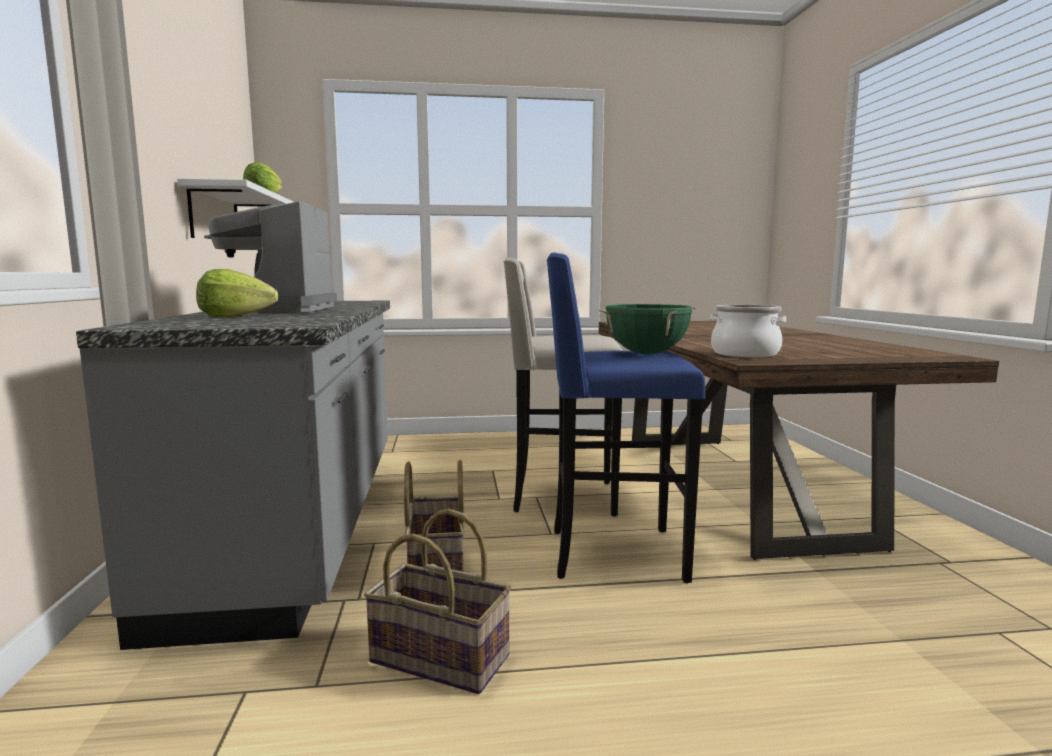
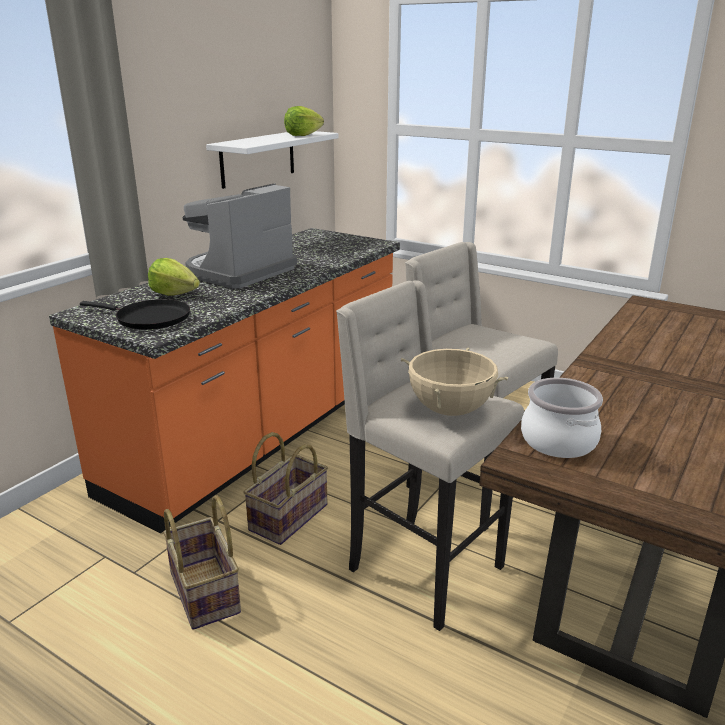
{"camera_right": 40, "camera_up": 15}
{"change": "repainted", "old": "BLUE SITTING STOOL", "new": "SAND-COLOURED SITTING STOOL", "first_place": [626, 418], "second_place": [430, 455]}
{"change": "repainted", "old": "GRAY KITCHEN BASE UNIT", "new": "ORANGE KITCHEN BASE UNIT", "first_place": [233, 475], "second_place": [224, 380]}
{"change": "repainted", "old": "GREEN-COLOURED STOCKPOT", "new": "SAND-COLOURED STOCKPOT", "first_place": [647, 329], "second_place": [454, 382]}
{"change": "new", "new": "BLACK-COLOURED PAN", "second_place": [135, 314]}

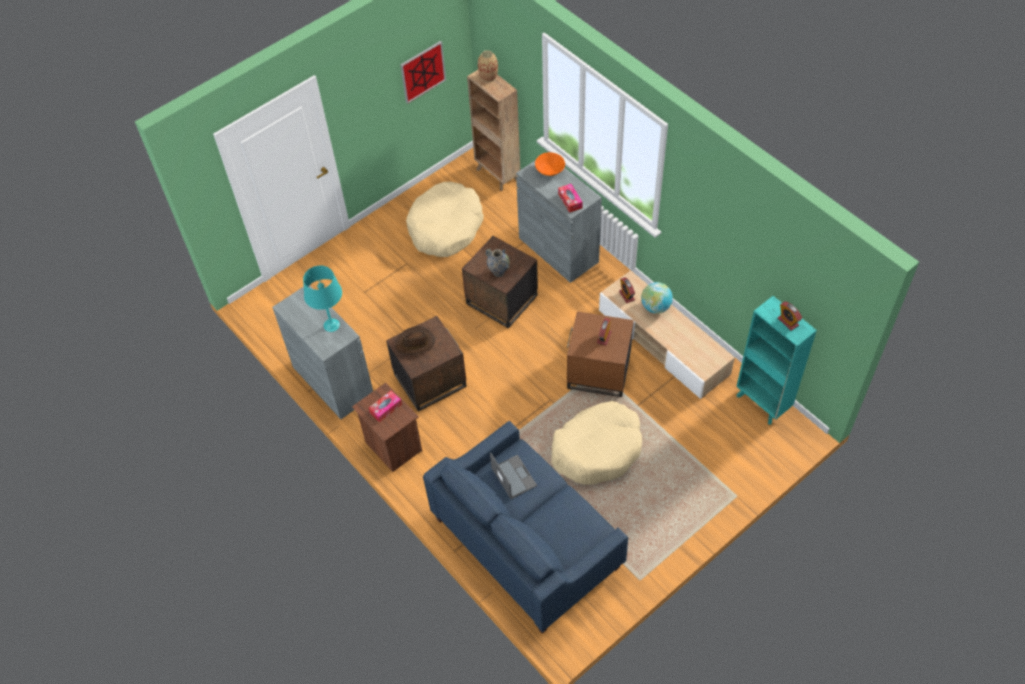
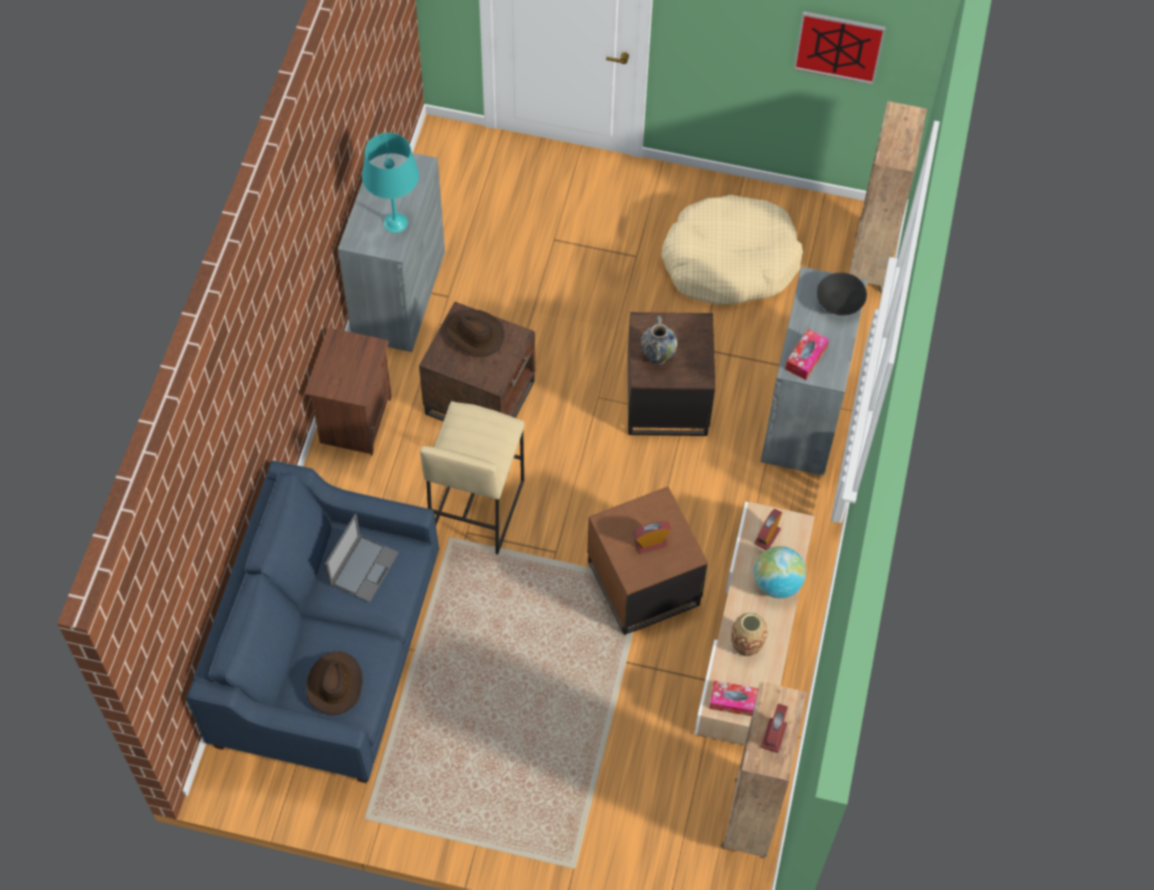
{"camera_right": 50, "camera_up": 5}
{"change": "shifted", "old": "DECORATIVE VASE", "first_place": [488, 66], "second_place": [749, 634]}
{"change": "repainted", "old": "ORANGE DEEP DISH", "new": "BLACK-COLOURED DEEP DISH", "first_place": [550, 164], "second_place": [842, 294]}
{"change": "repainted", "old": "TURQUOISE BOOKCASE", "new": "BROWN BOOKCASE", "first_place": [776, 360], "second_place": [763, 770]}
{"change": "shifted", "old": "TISSUE HOLDER", "first_place": [385, 406], "second_place": [733, 698]}
{"change": "gone", "old": "SAND-COLOURED PET BED", "first_place": [596, 443]}
{"change": "new", "new": "SAND-COLOURED SITTING STOOL", "second_place": [472, 478]}
{"change": "new", "new": "BROWN CLOTHING HAT", "second_place": [334, 683]}

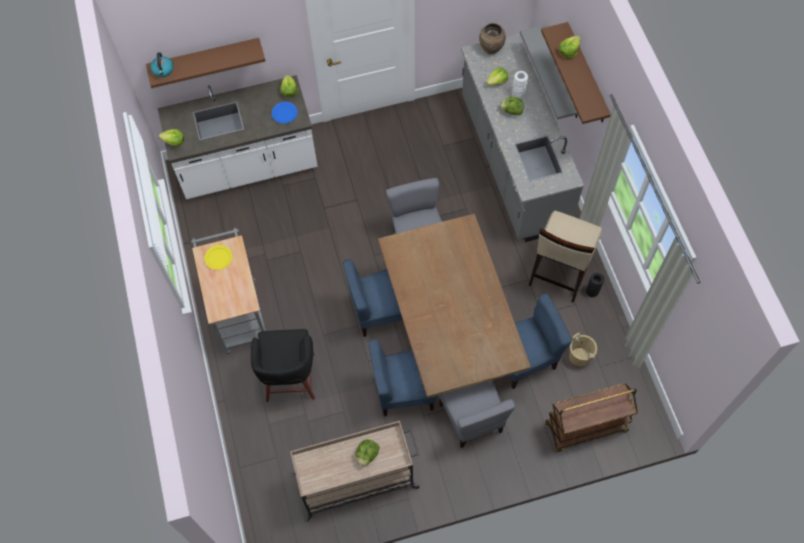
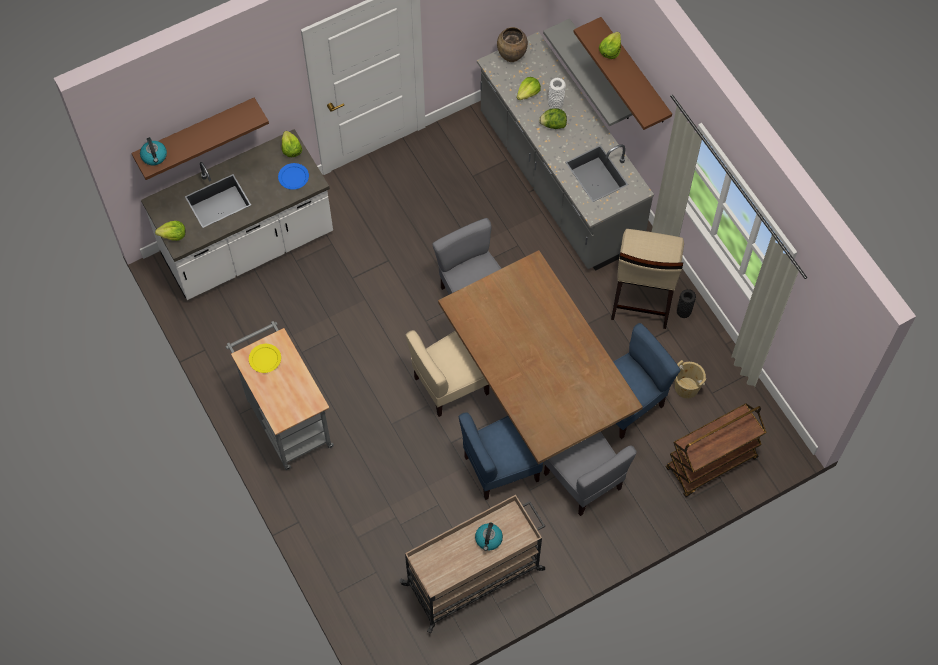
{"camera_right": -15, "camera_up": 0}
{"change": "repainted", "old": "BLUE CHAIR", "new": "SAND-COLOURED CHAIR", "first_place": [373, 298], "second_place": [447, 373]}
{"change": "gone", "old": "BLACK-COLOURED SITTING STOOL", "first_place": [283, 365]}
{"change": "swapped", "old": "LETTUCE HEAD", "new": "KETTLE", "first_place": [368, 453], "second_place": [489, 536]}

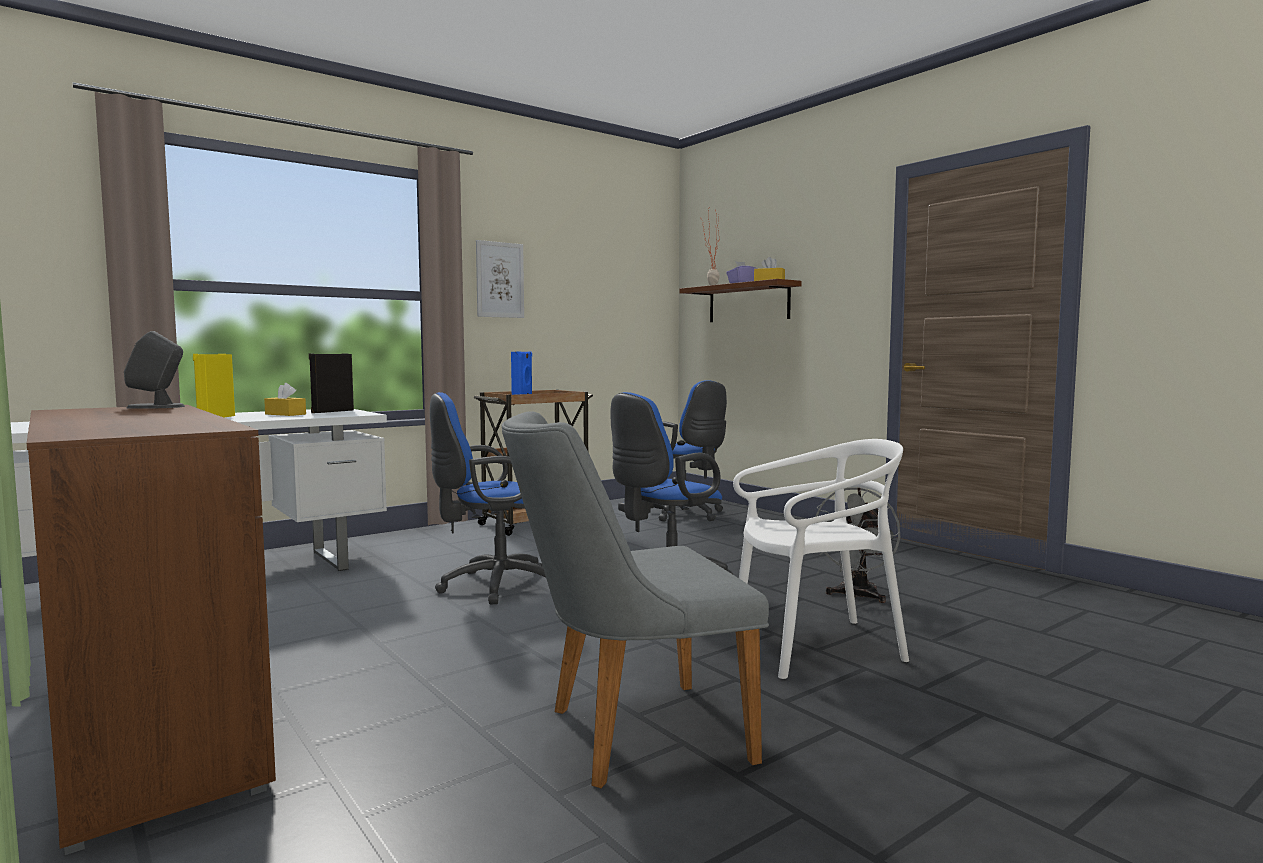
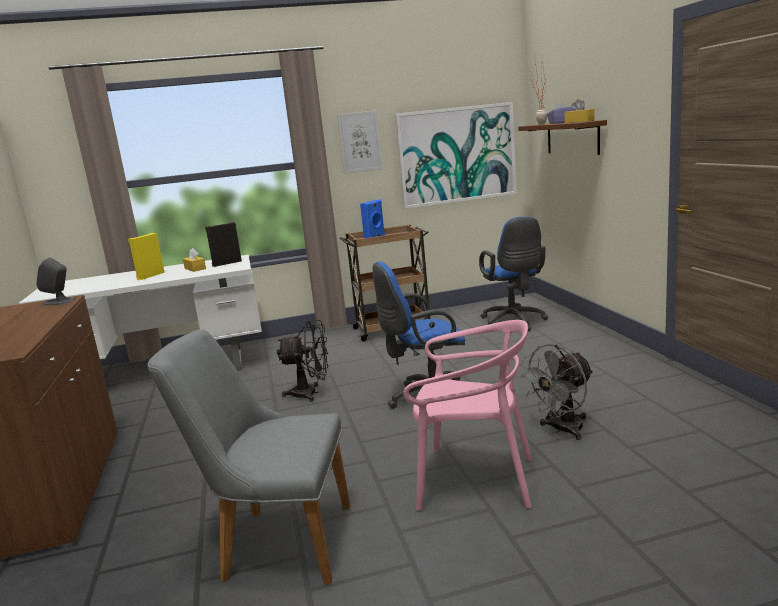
{"camera_right": 25, "camera_up": 10}
{"change": "swapped", "old": "BLUE DESK CHAIR", "new": "BLACK-COLOURED FAN", "first_place": [488, 498], "second_place": [302, 361]}
{"change": "repainted", "old": "WHITE-COLOURED CHAIR", "new": "PINK CHAIR", "first_place": [821, 559], "second_place": [467, 415]}
{"change": "new", "new": "WALL PICTURE", "second_place": [456, 155]}

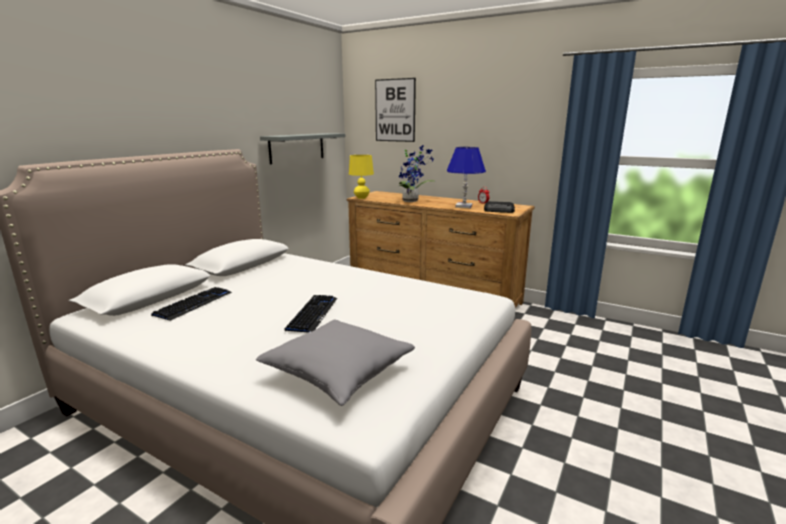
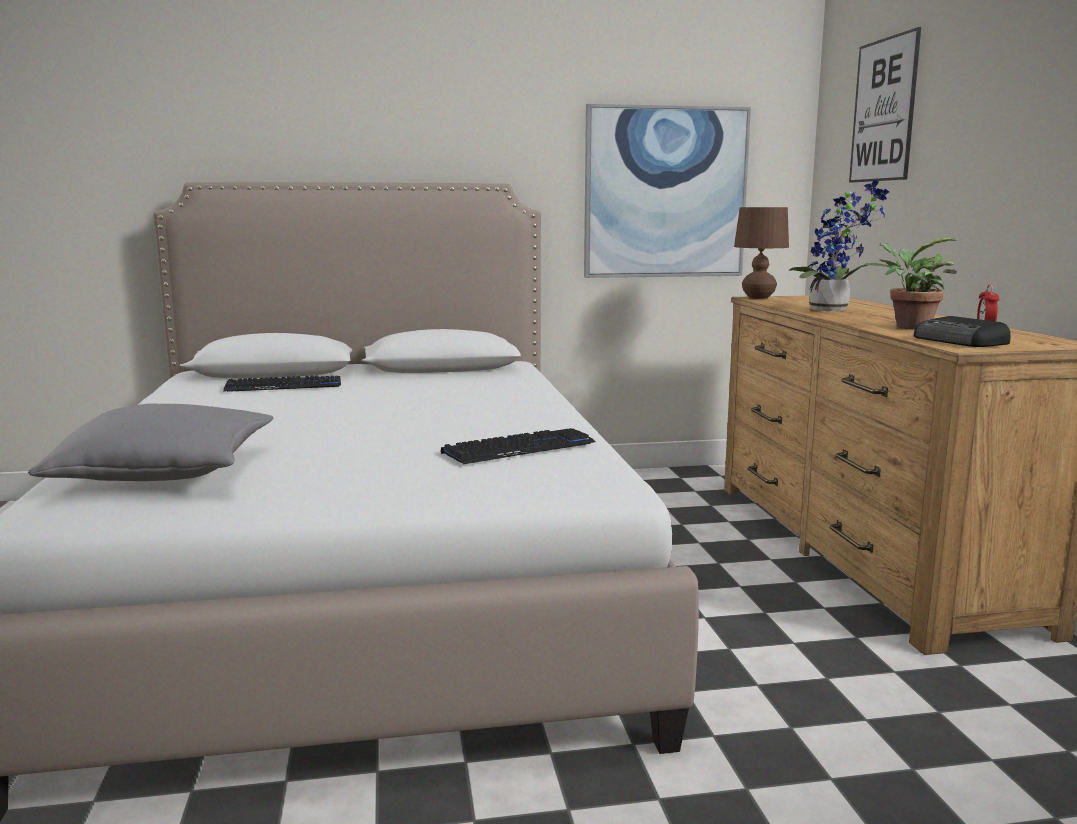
{"camera_right": 50, "camera_up": -5}
{"change": "swapped", "old": "GRAY BRACKET SHELF", "new": "WALL PICTURE", "first_place": [302, 148], "second_place": [667, 191]}
{"change": "swapped", "old": "BLUE LAMP FOR A TABLE", "new": "PLANT IN A POT", "first_place": [466, 177], "second_place": [919, 284]}
{"change": "repainted", "old": "YELLOW-COLOURED LAMP FOR A TABLE", "new": "BROWN LAMP FOR A TABLE", "first_place": [361, 177], "second_place": [761, 253]}
{"change": "shifted", "old": "COMPUTER KEYBOARD", "first_place": [310, 314], "second_place": [518, 446]}

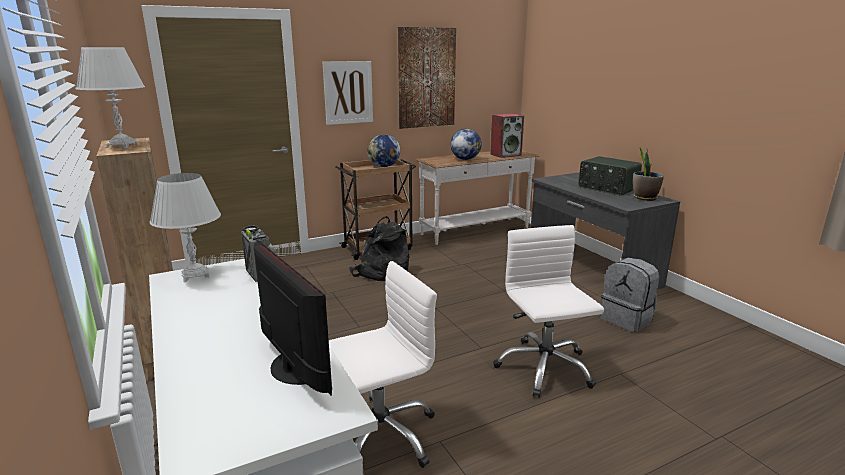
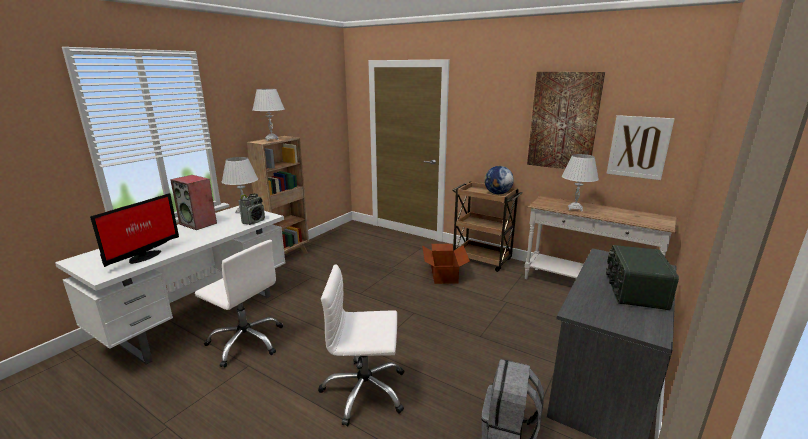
{"camera_right": 60, "camera_up": 0}
{"change": "shifted", "old": "WALL PICTURE", "first_place": [348, 93], "second_place": [640, 147]}
{"change": "shifted", "old": "LOUDSPEAKER", "first_place": [507, 135], "second_place": [193, 202]}
{"change": "swapped", "old": "GLOBE", "new": "WHITE-COLOURED LAMP FOR A TABLE", "first_place": [466, 144], "second_place": [580, 183]}
{"change": "gone", "old": "PLANT IN A POT", "first_place": [648, 174]}
{"change": "swapped", "old": "BLACK-COLOURED RUCKSACK", "new": "PACKING BOX", "first_place": [379, 248], "second_place": [446, 264]}
{"change": "rotated", "old": "WHITE-COLOURED DESK CHAIR", "first_place": [548, 311], "second_place": [361, 345], "degrees": -135}

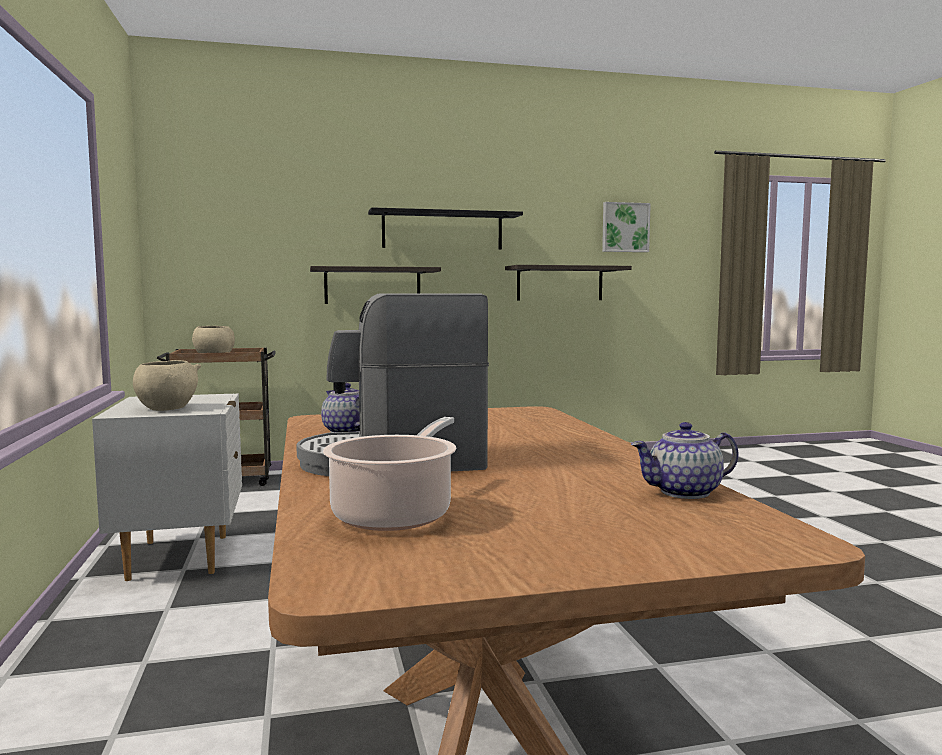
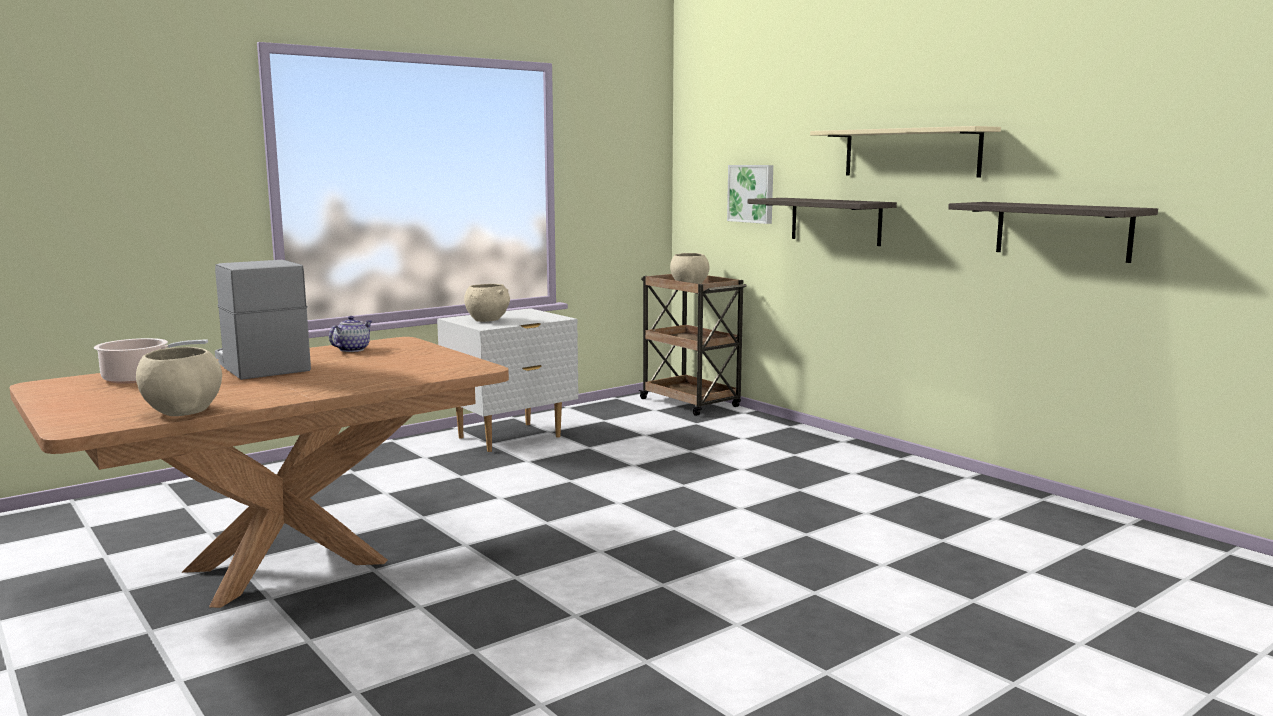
{"camera_right": 65, "camera_up": 5}
{"change": "shifted", "old": "WALL PICTURE", "first_place": [626, 227], "second_place": [750, 194]}
{"change": "repainted", "old": "BLACK-COLOURED BRACKET SHELF", "new": "SAND-COLOURED BRACKET SHELF", "first_place": [445, 228], "second_place": [905, 152]}
{"change": "swapped", "old": "POT FOR TEA", "new": "SAND-COLOURED DEEP DISH", "first_place": [684, 460], "second_place": [179, 381]}

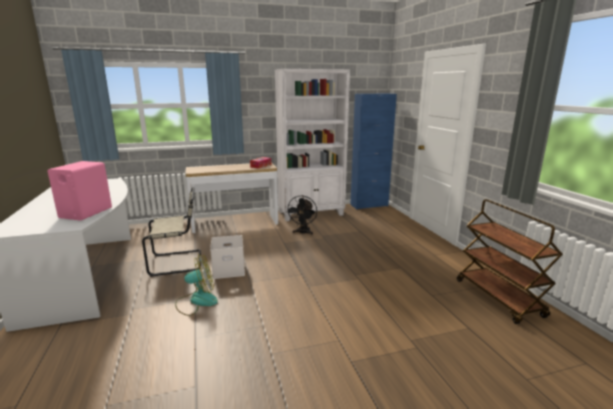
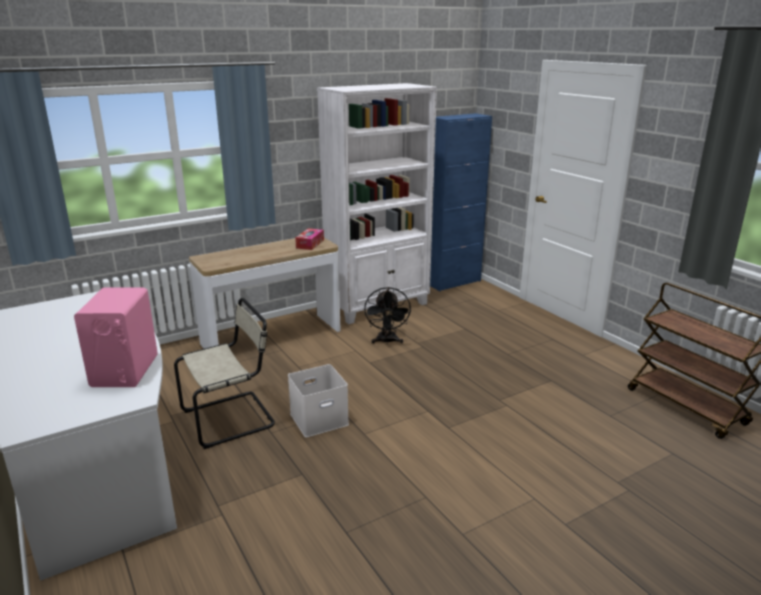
{"camera_right": -15, "camera_up": 5}
{"change": "gone", "old": "FAN", "first_place": [196, 285]}

